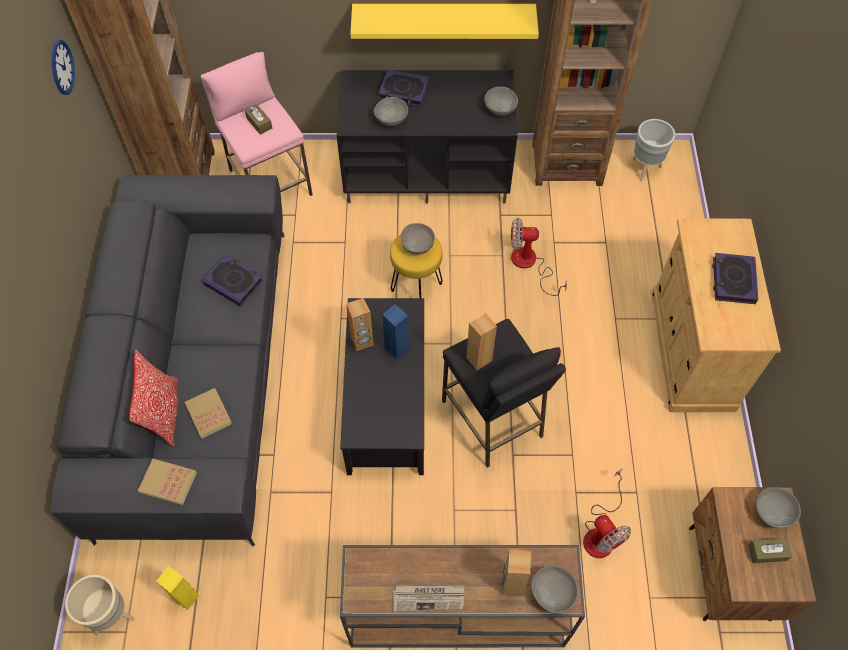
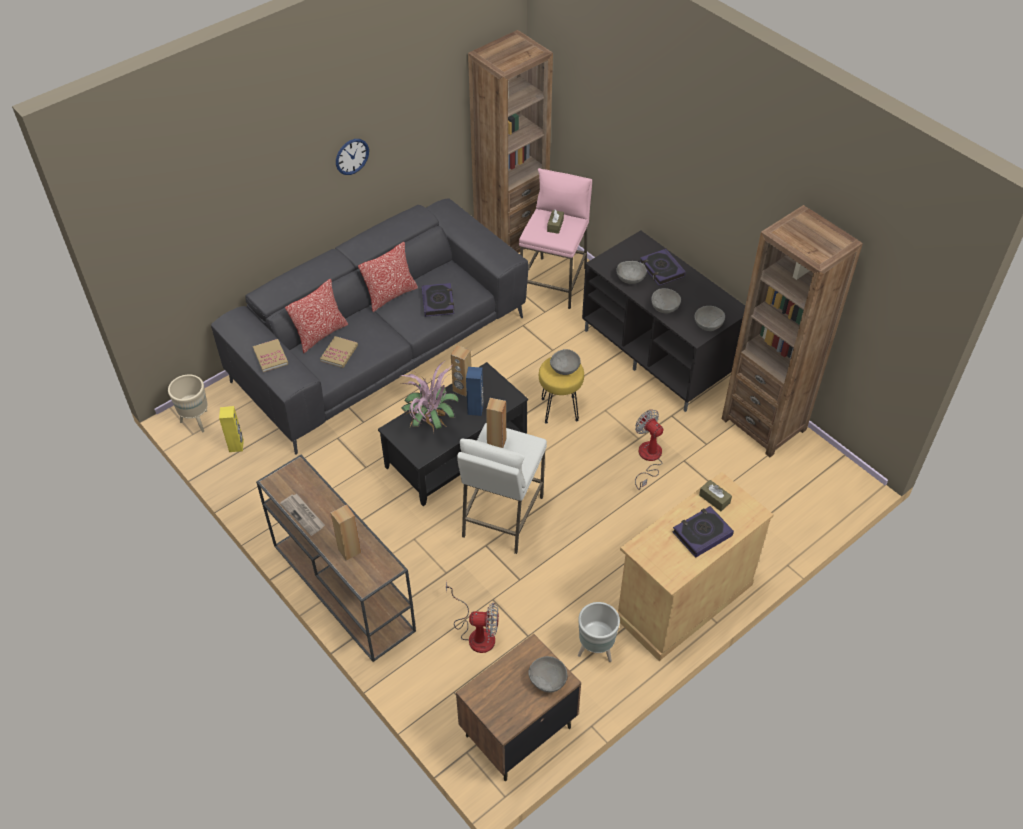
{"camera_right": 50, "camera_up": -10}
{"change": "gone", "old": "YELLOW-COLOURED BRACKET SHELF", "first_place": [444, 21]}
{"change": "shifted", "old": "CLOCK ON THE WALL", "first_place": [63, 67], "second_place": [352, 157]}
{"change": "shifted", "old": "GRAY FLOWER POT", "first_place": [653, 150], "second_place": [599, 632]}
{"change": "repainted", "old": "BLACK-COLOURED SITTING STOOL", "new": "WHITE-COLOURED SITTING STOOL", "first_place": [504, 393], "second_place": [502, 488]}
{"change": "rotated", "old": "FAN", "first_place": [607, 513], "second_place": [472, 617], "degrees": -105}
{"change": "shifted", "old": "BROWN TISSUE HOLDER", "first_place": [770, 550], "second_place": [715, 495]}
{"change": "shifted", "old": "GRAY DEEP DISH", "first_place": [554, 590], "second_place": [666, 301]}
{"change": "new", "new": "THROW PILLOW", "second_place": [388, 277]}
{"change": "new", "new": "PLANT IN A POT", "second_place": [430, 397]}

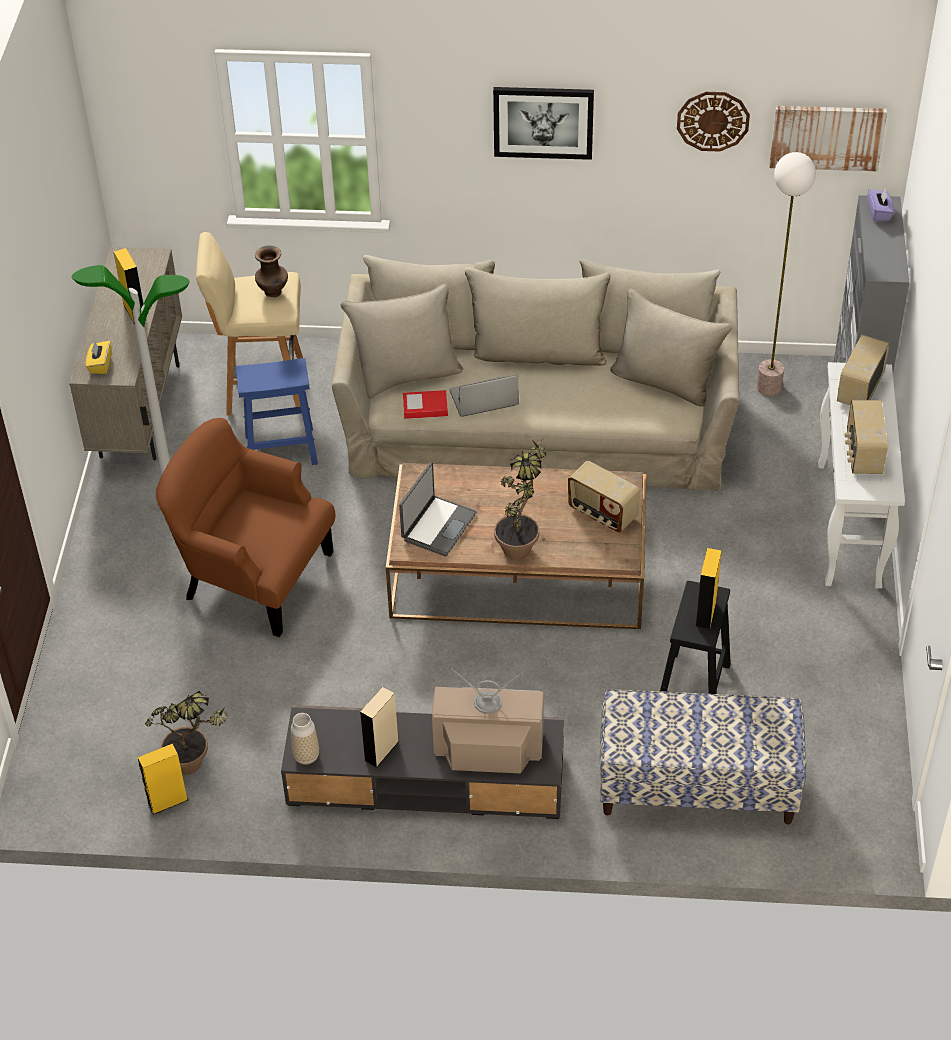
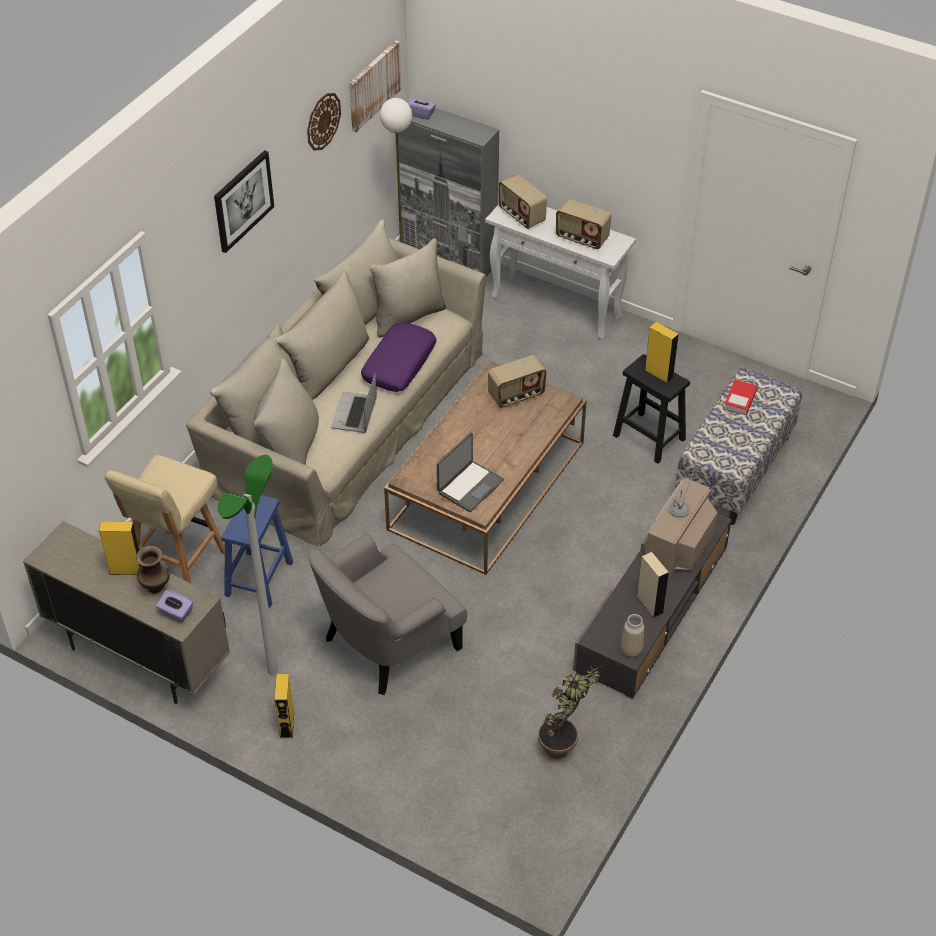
{"camera_right": -65, "camera_up": 0}
{"change": "shifted", "old": "BROWN DECORATIVE VASE", "first_place": [271, 271], "second_place": [153, 570]}
{"change": "repainted", "old": "YELLOW-COLOURED TISSUE HOLDER", "new": "PURPLISH TISSUE HOLDER", "first_place": [98, 357], "second_place": [174, 606]}
{"change": "shifted", "old": "BOUND BOOK", "first_place": [425, 404], "second_place": [741, 397]}
{"change": "repainted", "old": "BROWN EASY CHAIR", "new": "GRAY EASY CHAIR", "first_place": [245, 527], "second_place": [387, 614]}
{"change": "gone", "old": "PLANT IN A POT", "first_place": [520, 498]}
{"change": "rotated", "old": "NOTEBOOK COMPUTER", "first_place": [438, 509], "second_place": [470, 472], "degrees": 75}
{"change": "shifted", "old": "YELLOW-COLOURED LOUDSPEAKER", "first_place": [163, 779], "second_place": [284, 706]}
{"change": "new", "new": "PURPLISH THROW PILLOW", "second_place": [398, 357]}

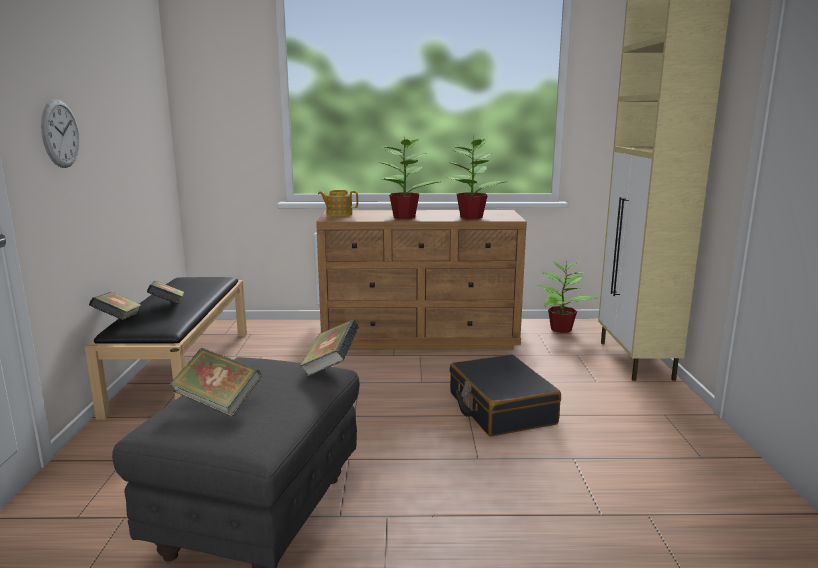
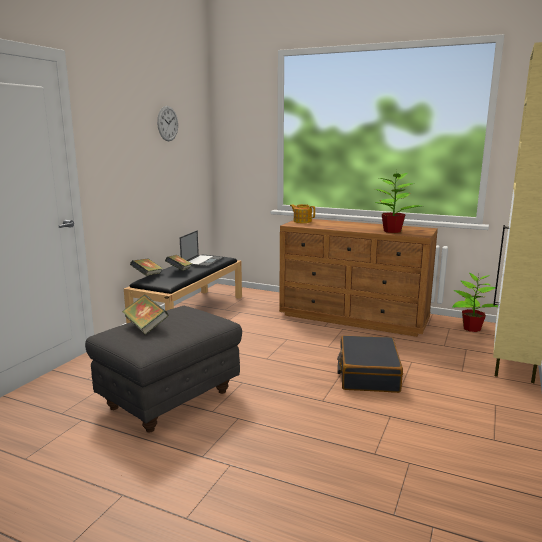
{"camera_right": 25, "camera_up": 0}
{"change": "shifted", "old": "CLOCK ON THE WALL", "first_place": [60, 133], "second_place": [167, 123]}
{"change": "gone", "old": "PLANT IN A POT", "first_place": [409, 177]}
{"change": "gone", "old": "BOUND BOOK", "first_place": [329, 348]}
{"change": "new", "new": "NOTEBOOK COMPUTER", "second_place": [202, 249]}

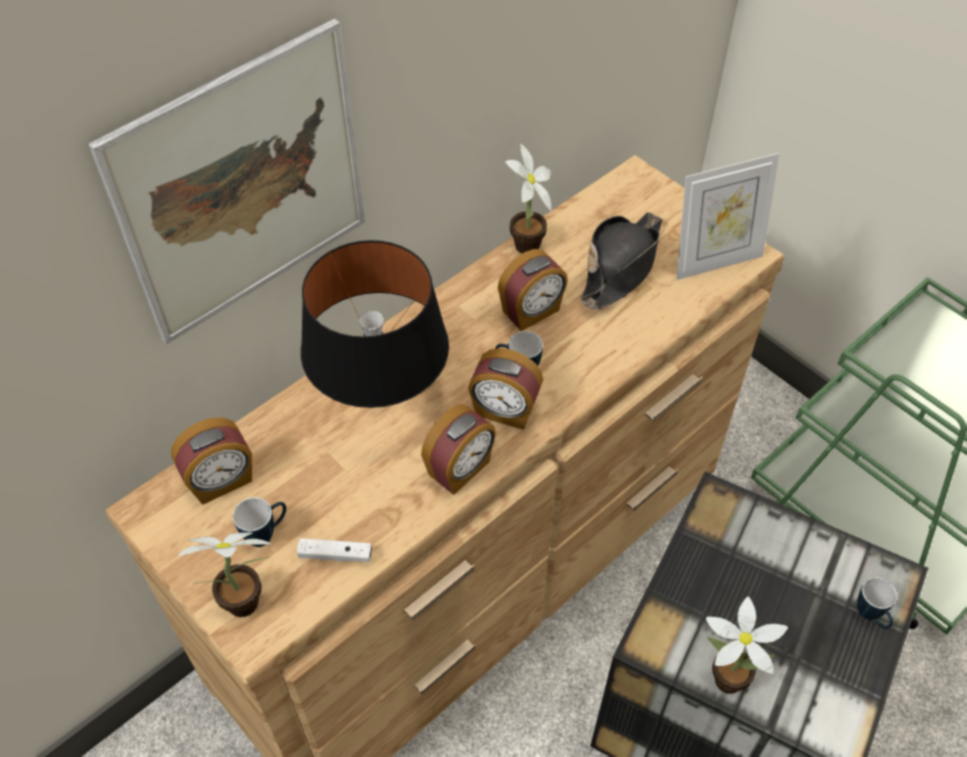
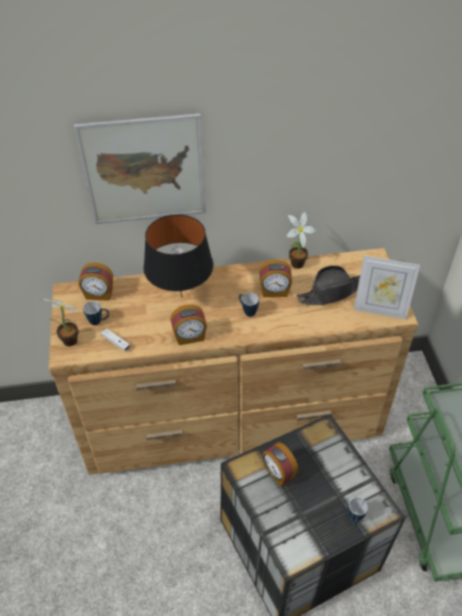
{"camera_right": 35, "camera_up": -5}
{"change": "shifted", "old": "BEDSIDE CLOCK", "first_place": [505, 389], "second_place": [280, 464]}
{"change": "gone", "old": "PLANT IN A POT", "first_place": [747, 645]}

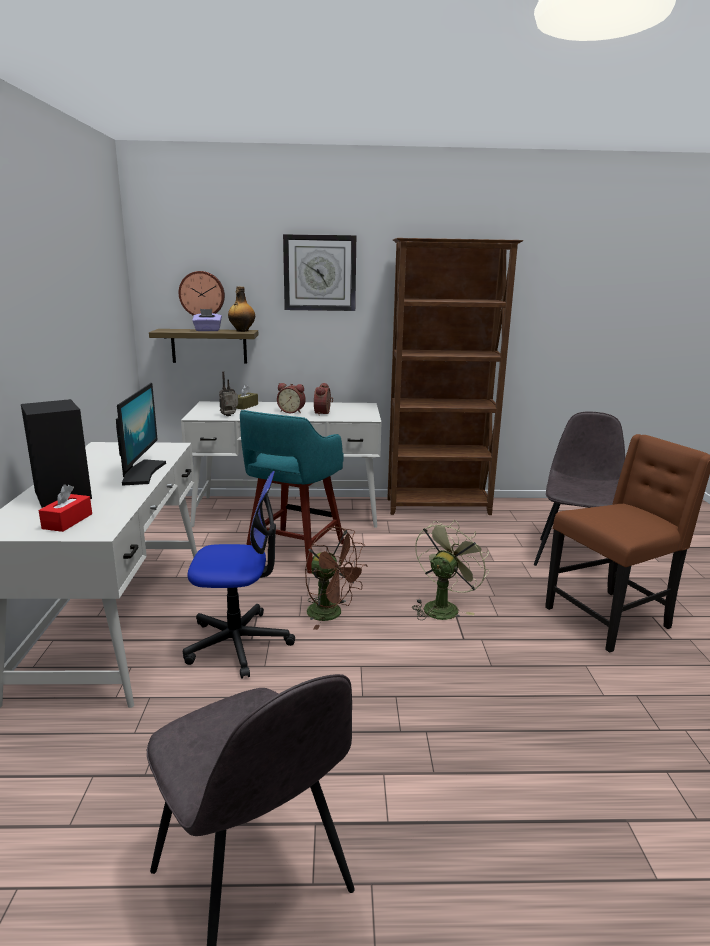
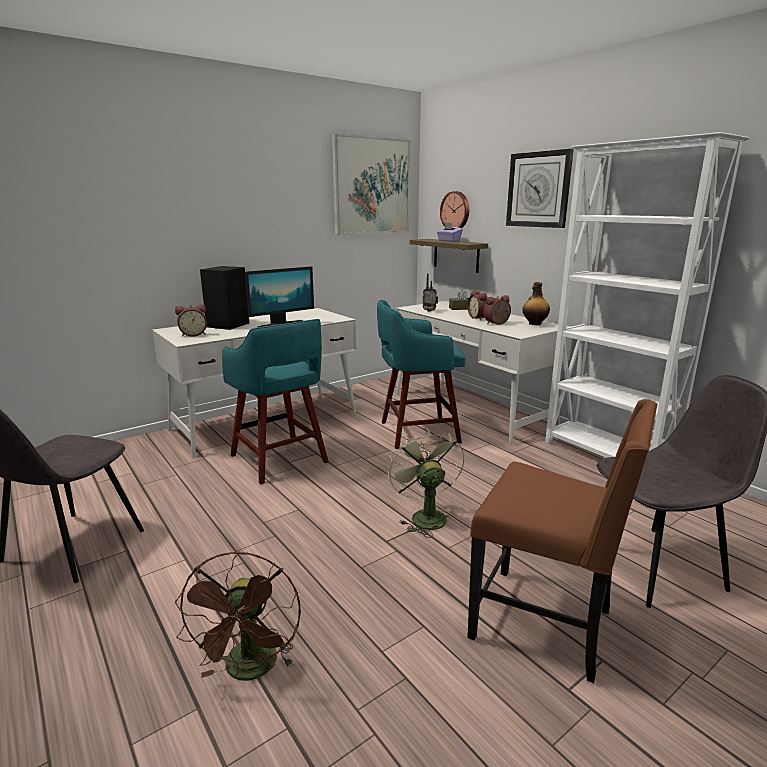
{"camera_right": 55, "camera_up": 0}
{"change": "repainted", "old": "BROWN BOOKCASE", "new": "WHITE-COLOURED BOOKCASE", "first_place": [455, 376], "second_place": [647, 295]}
{"change": "shifted", "old": "BEVERAGE BOTTLE", "first_place": [241, 309], "second_place": [536, 303]}
{"change": "swapped", "old": "DESK CHAIR", "new": "TURQUOISE SITTING STOOL", "first_place": [239, 575], "second_place": [275, 401]}
{"change": "swapped", "old": "RED-COLOURED TISSUE HOLDER", "new": "BEDSIDE CLOCK", "first_place": [65, 508], "second_place": [191, 320]}
{"change": "rotated", "old": "GREEN-COLOURED FAN", "first_place": [450, 570], "second_place": [426, 483], "degrees": -105}
{"change": "shifted", "old": "BROWN FAN", "first_place": [336, 578], "second_place": [238, 616]}
{"change": "new", "new": "WALL PICTURE", "second_place": [371, 184]}

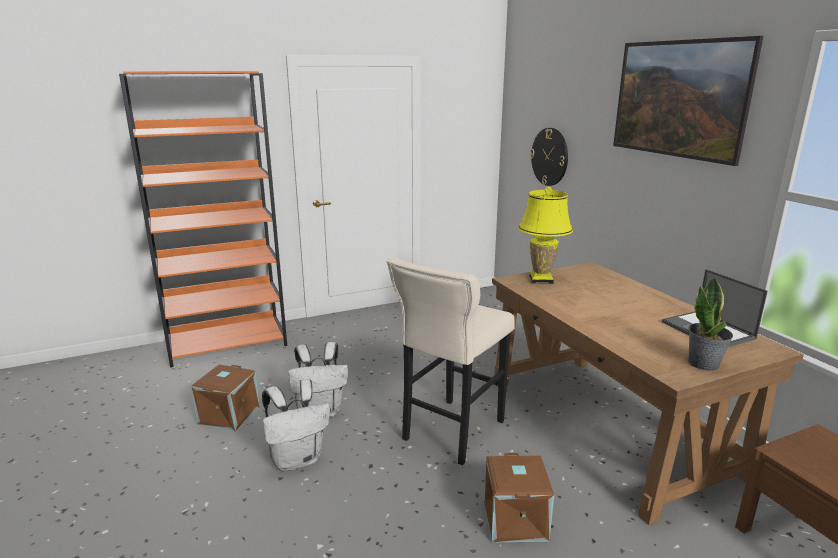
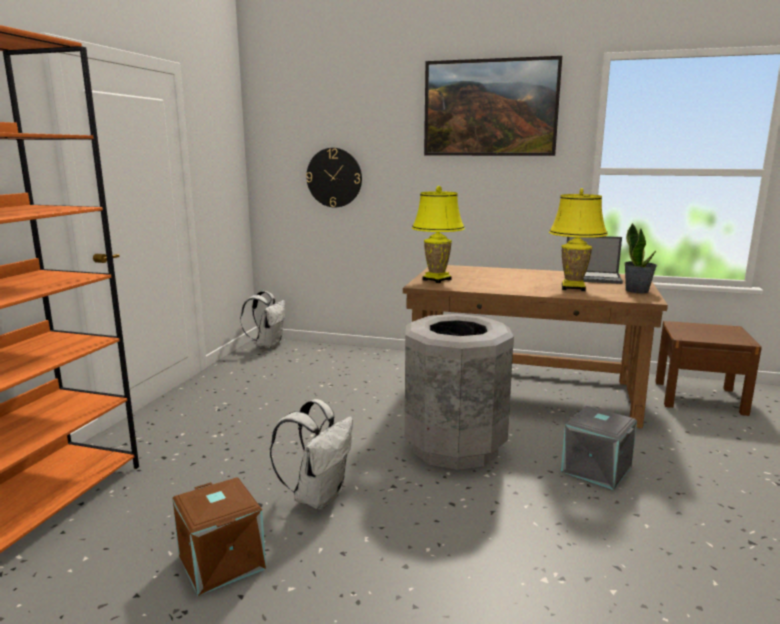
{"camera_right": -50, "camera_up": -5}
{"change": "swapped", "old": "SAND-COLOURED SITTING STOOL", "new": "GRAY TRASH CAN", "first_place": [451, 362], "second_place": [459, 392]}
{"change": "shifted", "old": "WHITE-COLOURED RUCKSACK", "first_place": [296, 425], "second_place": [262, 320]}
{"change": "repainted", "old": "BROWN STORAGE BOX", "new": "GRAY STORAGE BOX", "first_place": [519, 497], "second_place": [599, 448]}
{"change": "new", "new": "YELLOW-COLOURED LAMP FOR A TABLE", "second_place": [578, 239]}

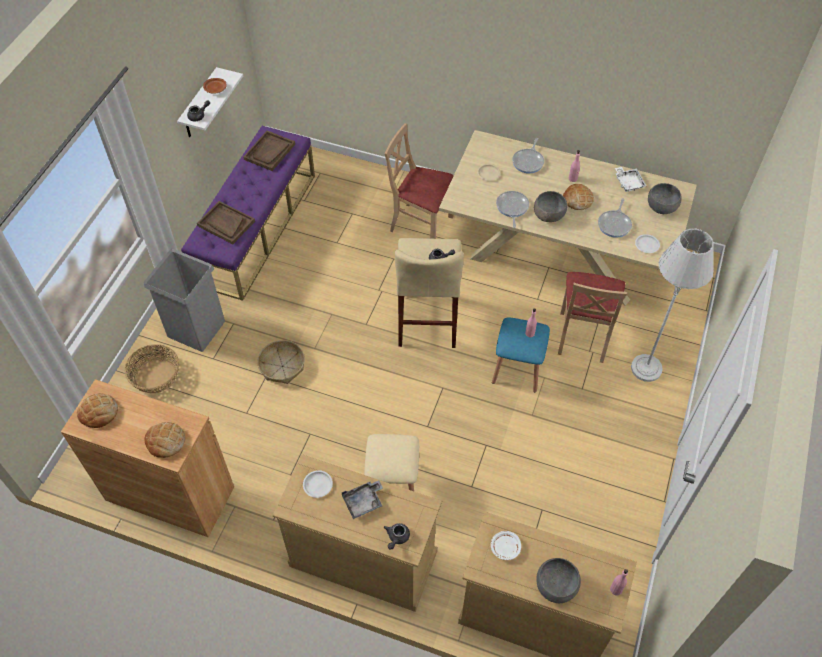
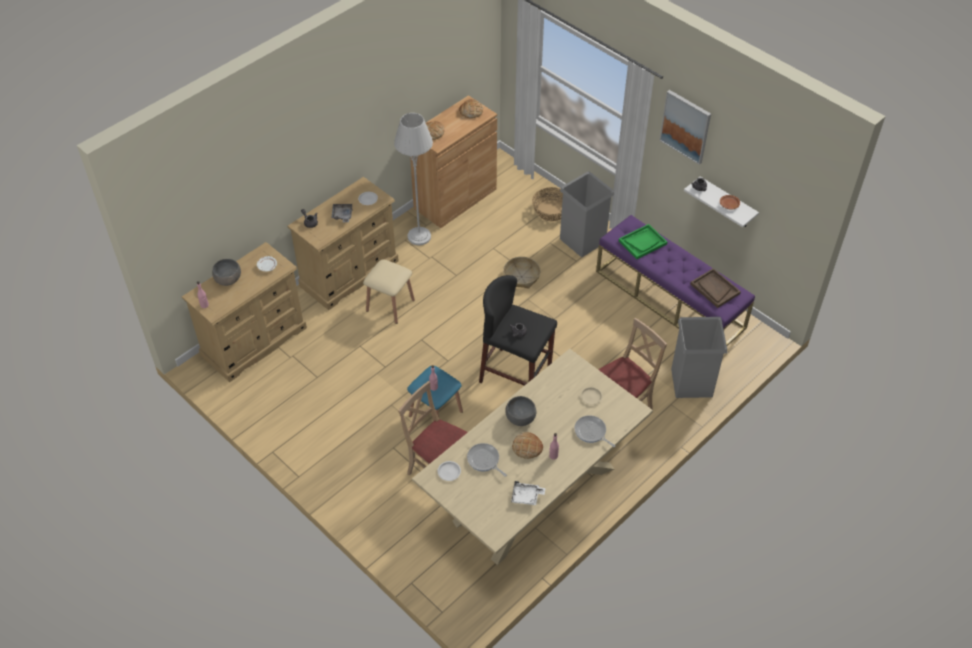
{"camera_right": 115, "camera_up": -5}
{"change": "gone", "old": "GRAY DEEP DISH", "first_place": [665, 198]}
{"change": "gone", "old": "PAN", "first_place": [512, 209]}
{"change": "repainted", "old": "BROWN TRAY", "new": "GREEN-COLOURED TRAY", "first_place": [226, 222], "second_place": [643, 241]}
{"change": "shifted", "old": "GRAY FLOOR LAMP", "first_place": [672, 305], "second_place": [413, 179]}
{"change": "repainted", "old": "SAND-COLOURED SITTING STOOL", "new": "BLACK-COLOURED SITTING STOOL", "first_place": [429, 293], "second_place": [518, 330]}
{"change": "new", "new": "WALL PICTURE", "second_place": [685, 127]}
{"change": "new", "new": "GRAY TRASH CAN", "second_place": [699, 357]}

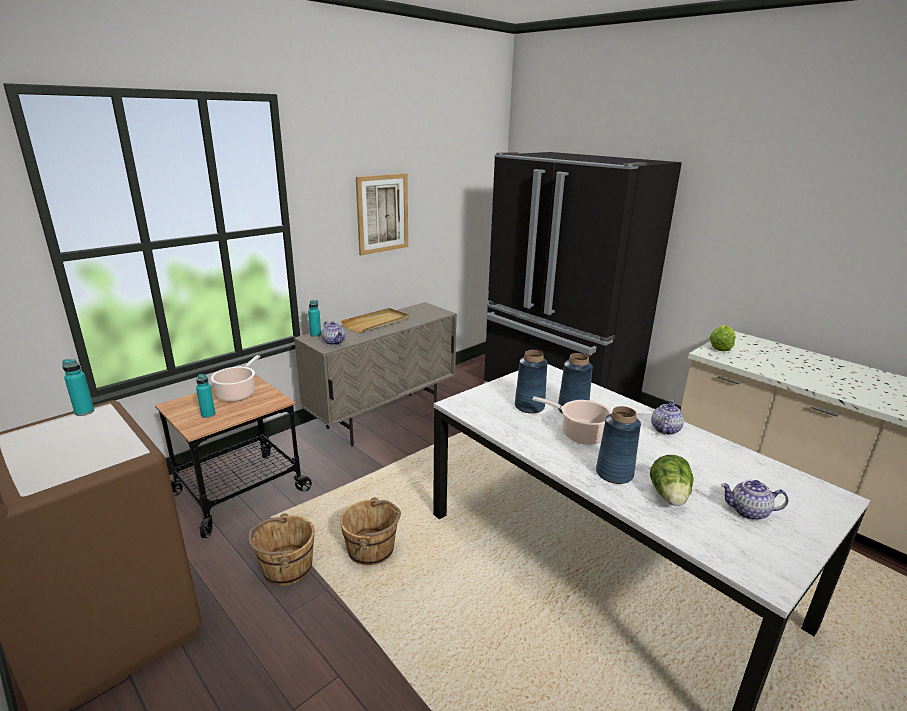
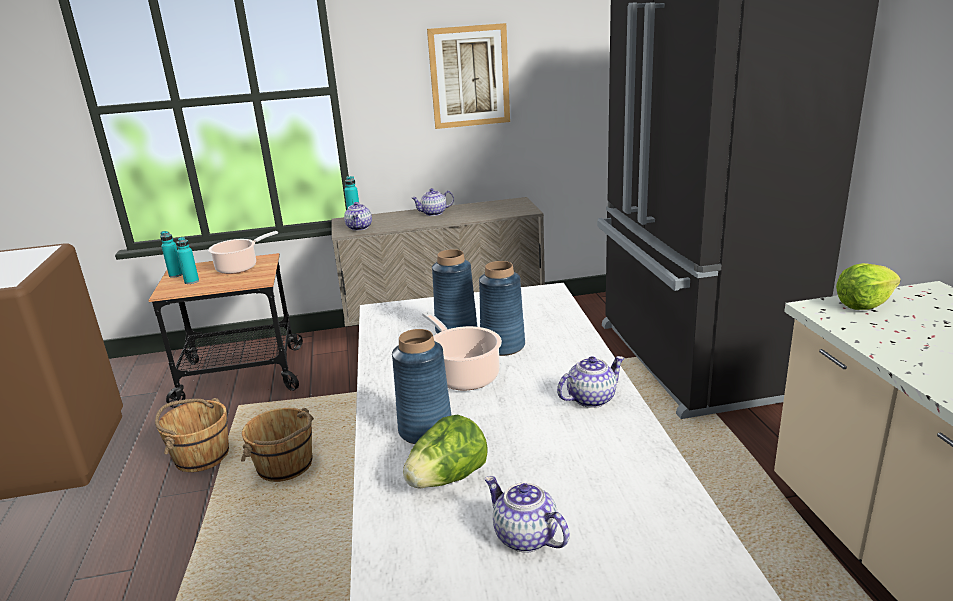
{"camera_right": 35, "camera_up": 0}
{"change": "swapped", "old": "SAND-COLOURED TRAY", "new": "POT FOR TEA", "first_place": [375, 320], "second_place": [432, 202]}
{"change": "shifted", "old": "TURQUOISE BEVERAGE BOTTLE", "first_place": [78, 387], "second_place": [171, 254]}

